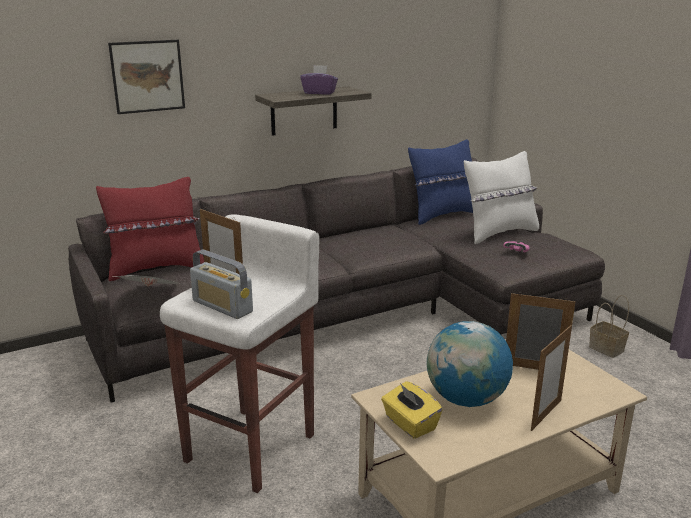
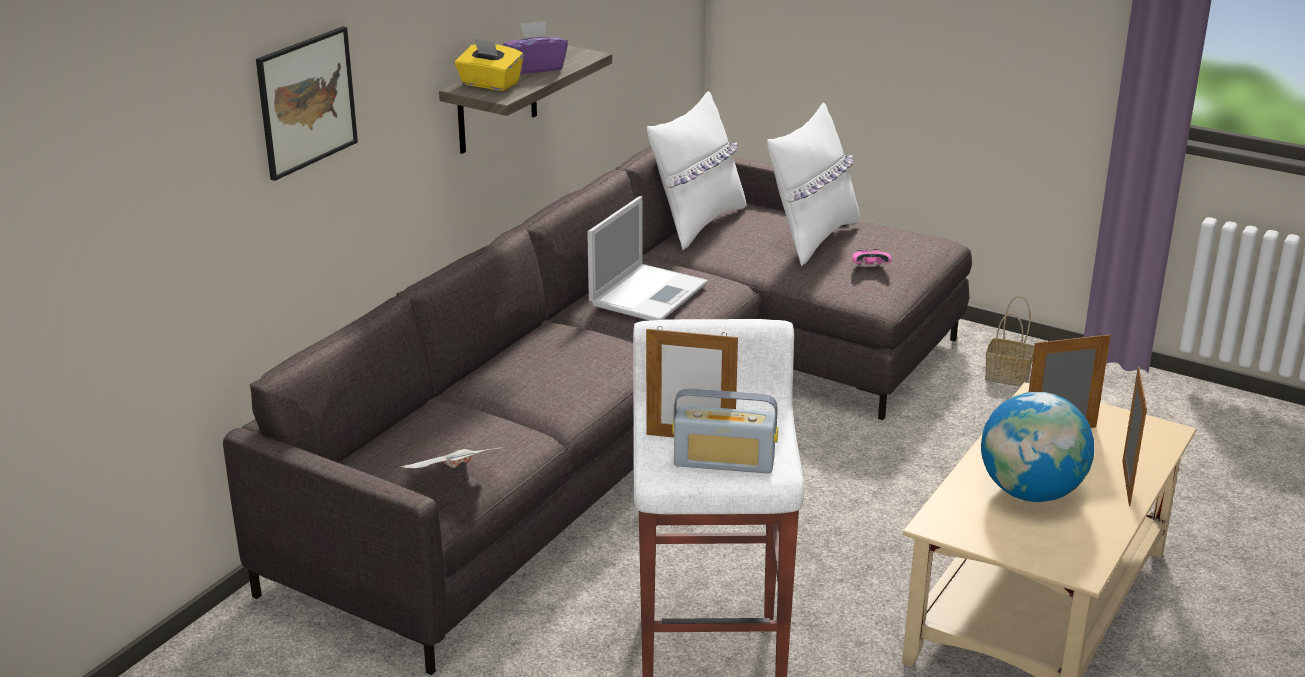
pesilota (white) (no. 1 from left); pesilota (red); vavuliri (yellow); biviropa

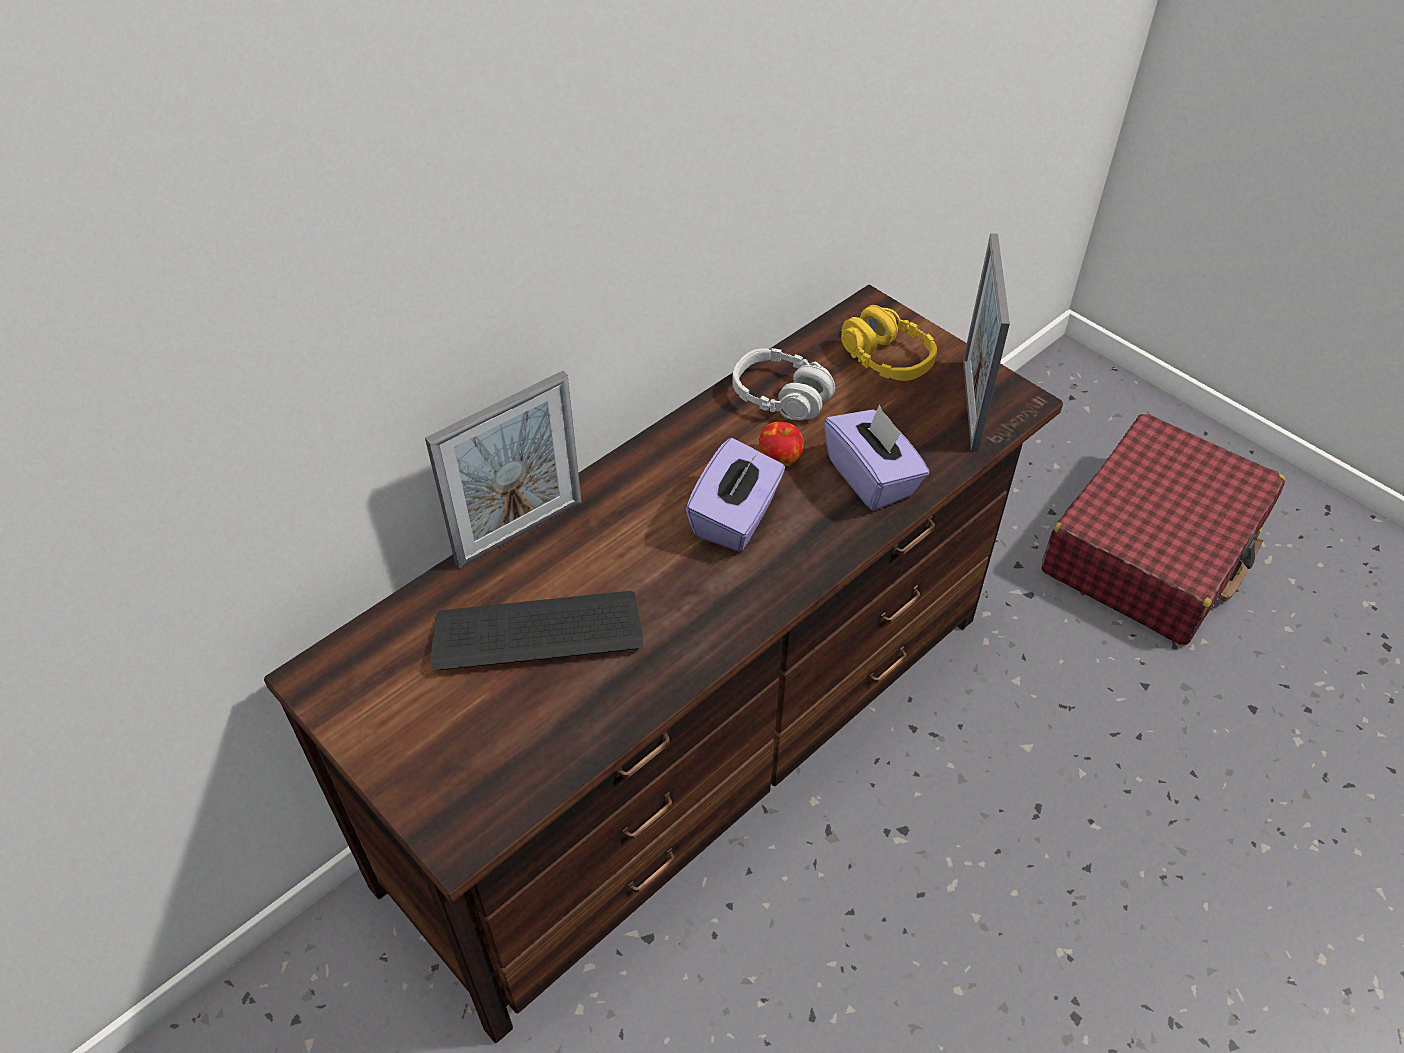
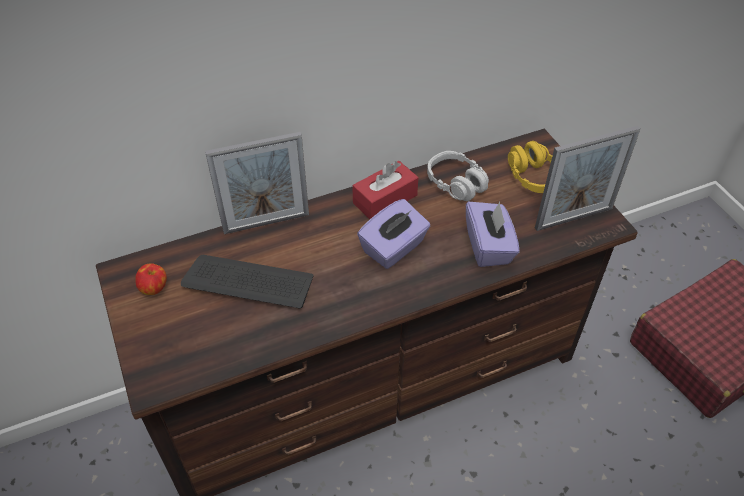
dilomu (no. 2 from left); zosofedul; vavuliri (red)

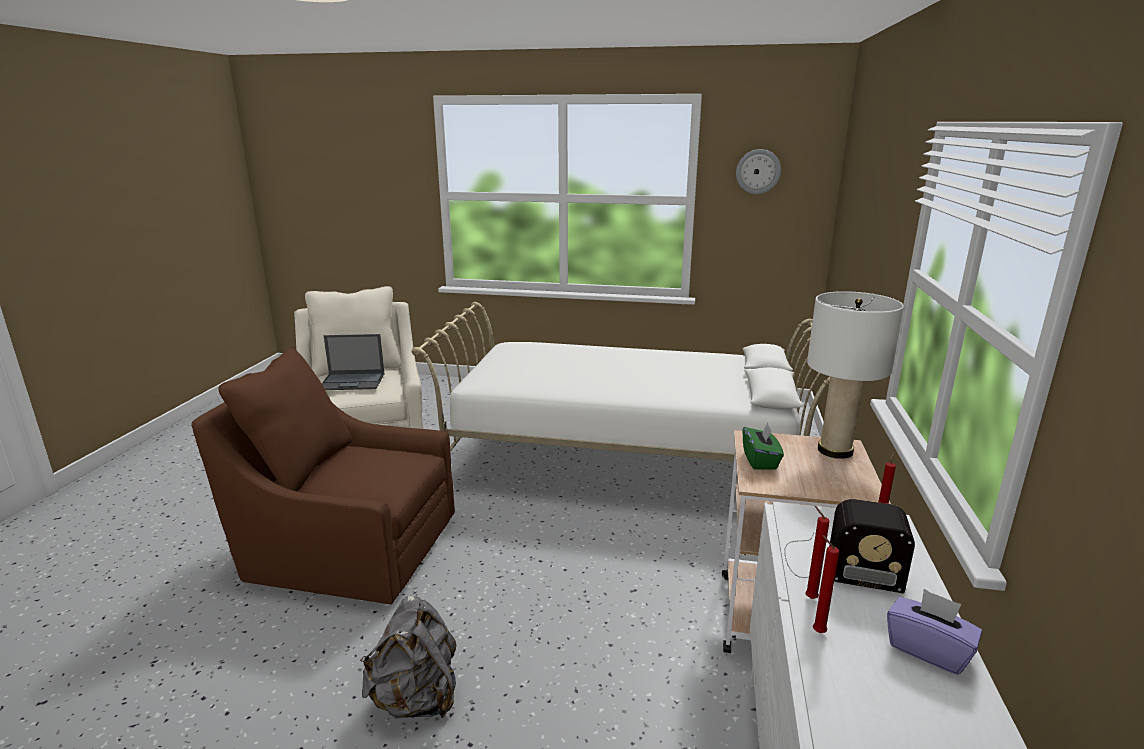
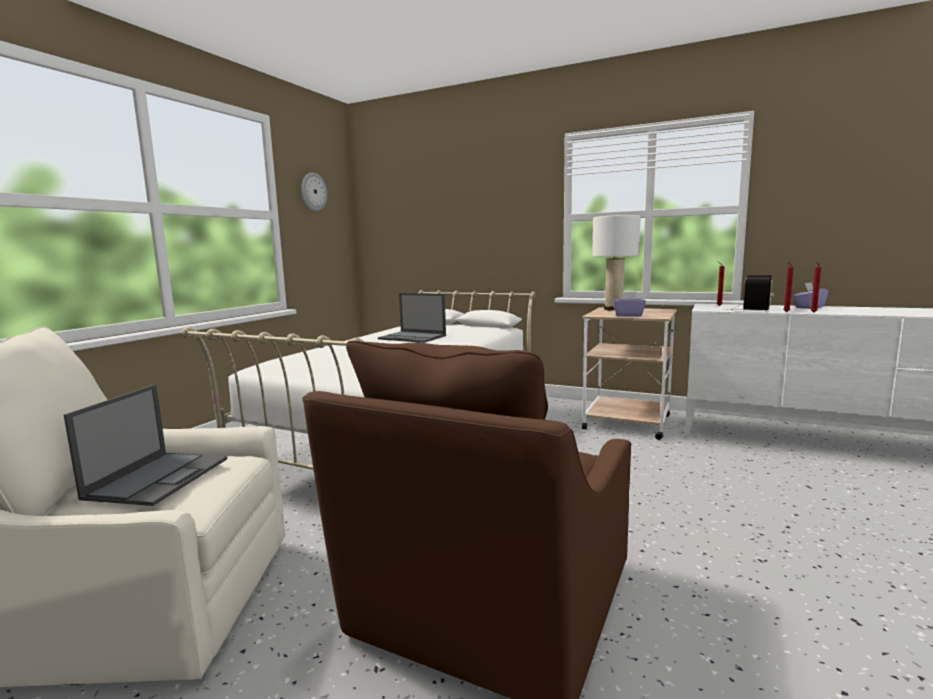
vavuliri (purple) (no. 1 from left); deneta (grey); biviropa (no. 2 from left)

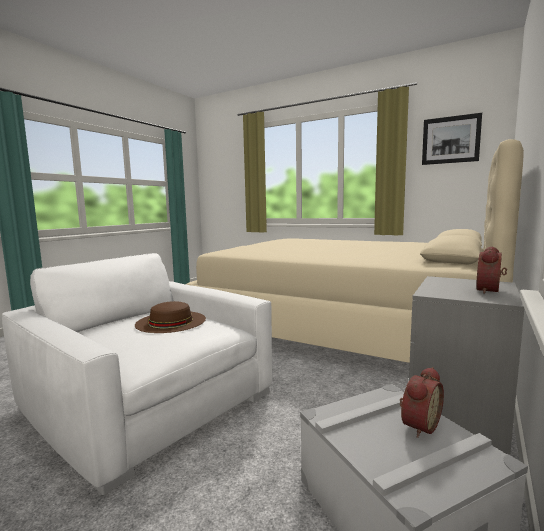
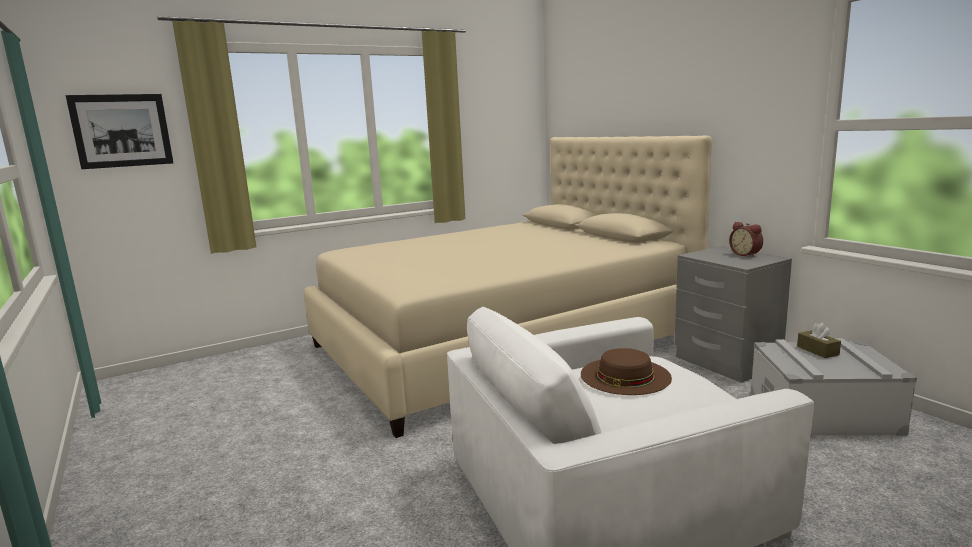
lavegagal; vavuliri (brown)

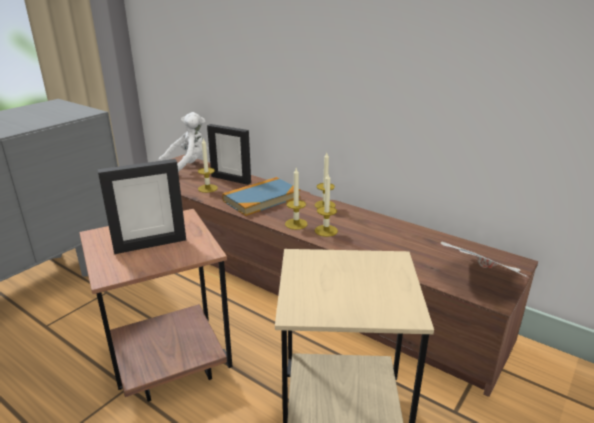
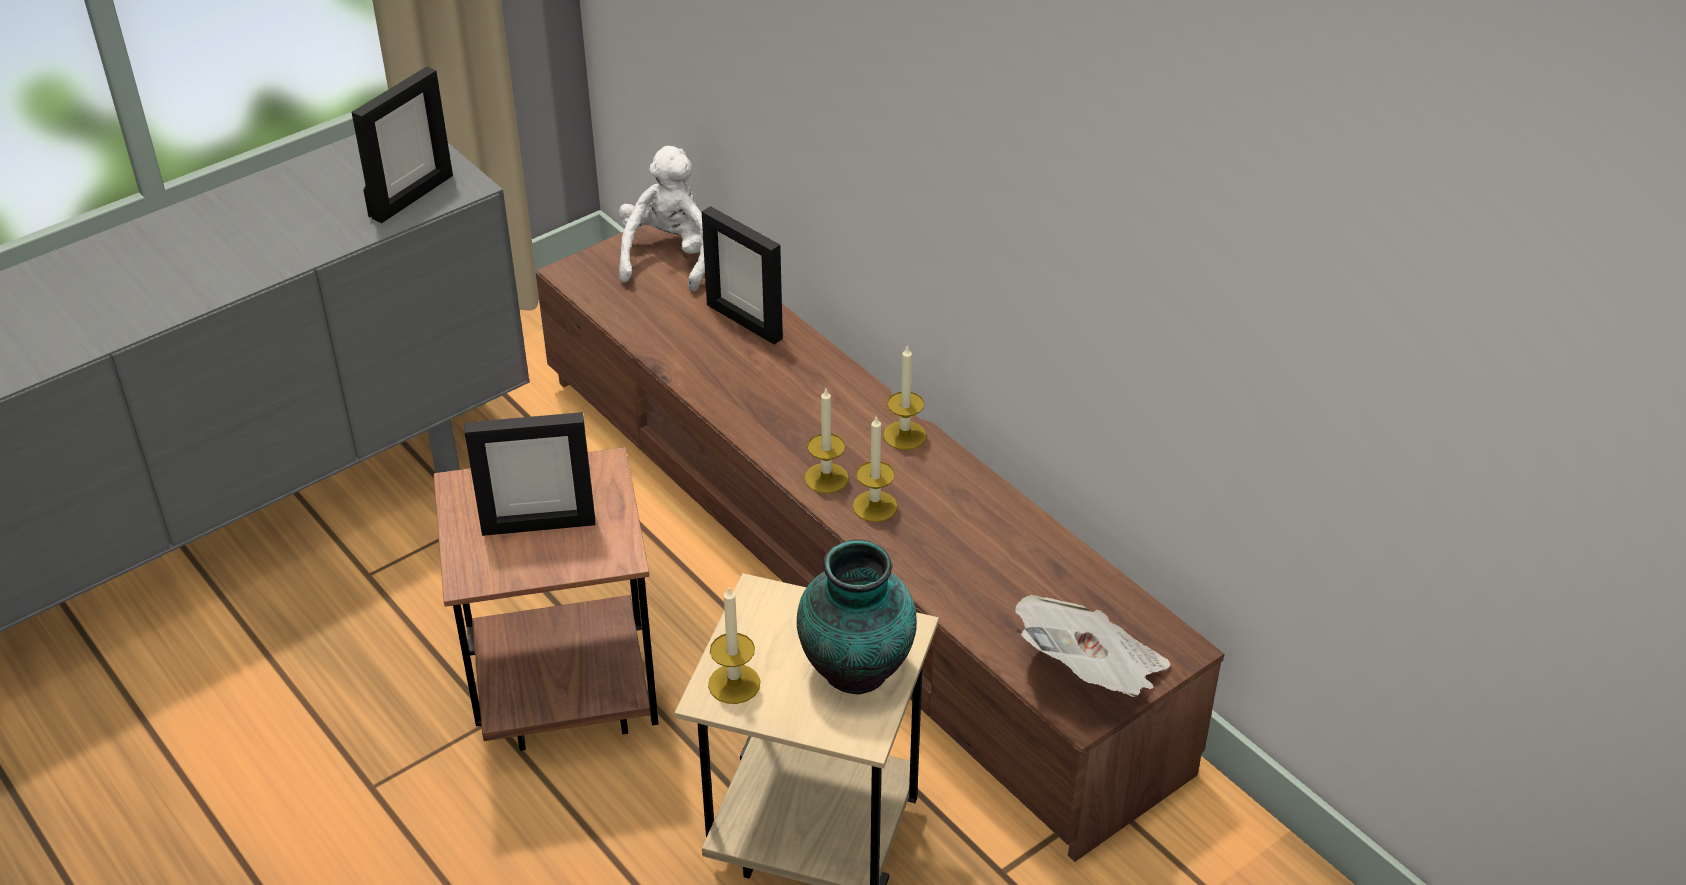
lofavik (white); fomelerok (no. 1 from left); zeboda; dilomu (no. 1 from left); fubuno

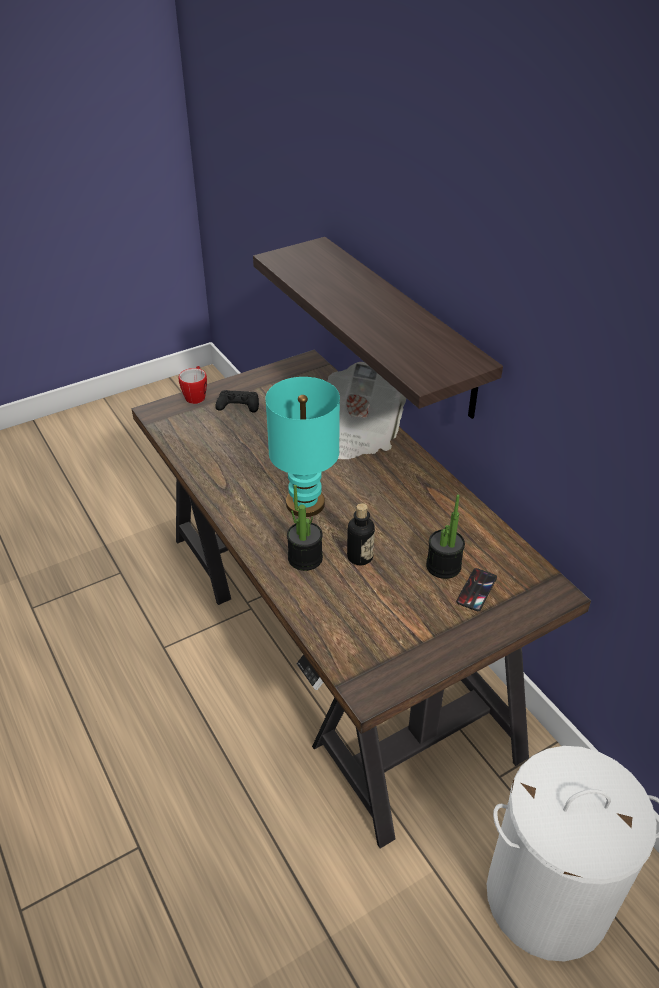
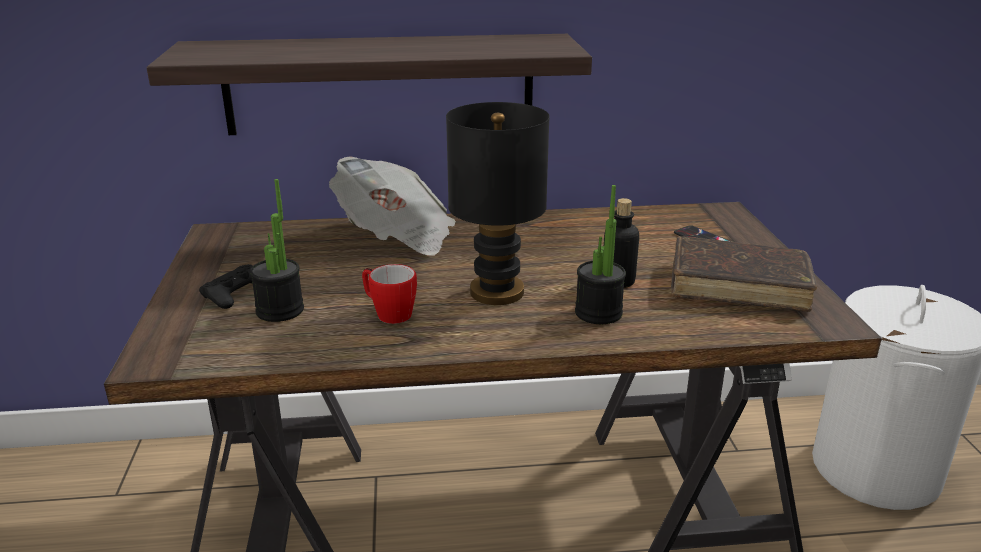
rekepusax; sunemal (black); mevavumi (no. 1 from left); zeboda (brown)

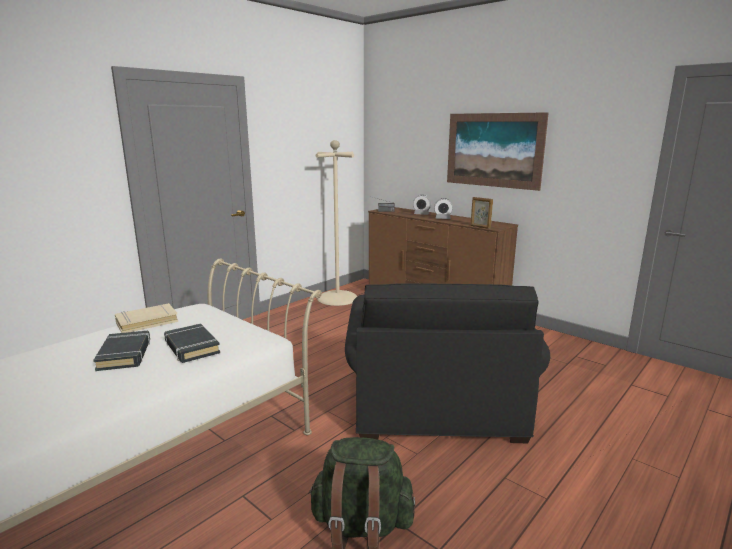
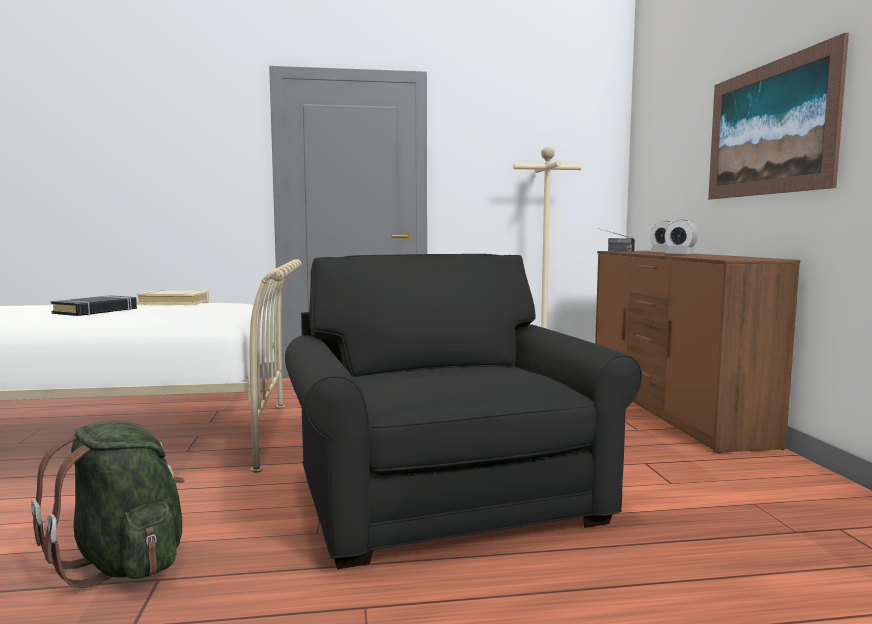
dilomu; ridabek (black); zeboda (black) (no. 2 from left in the first image)

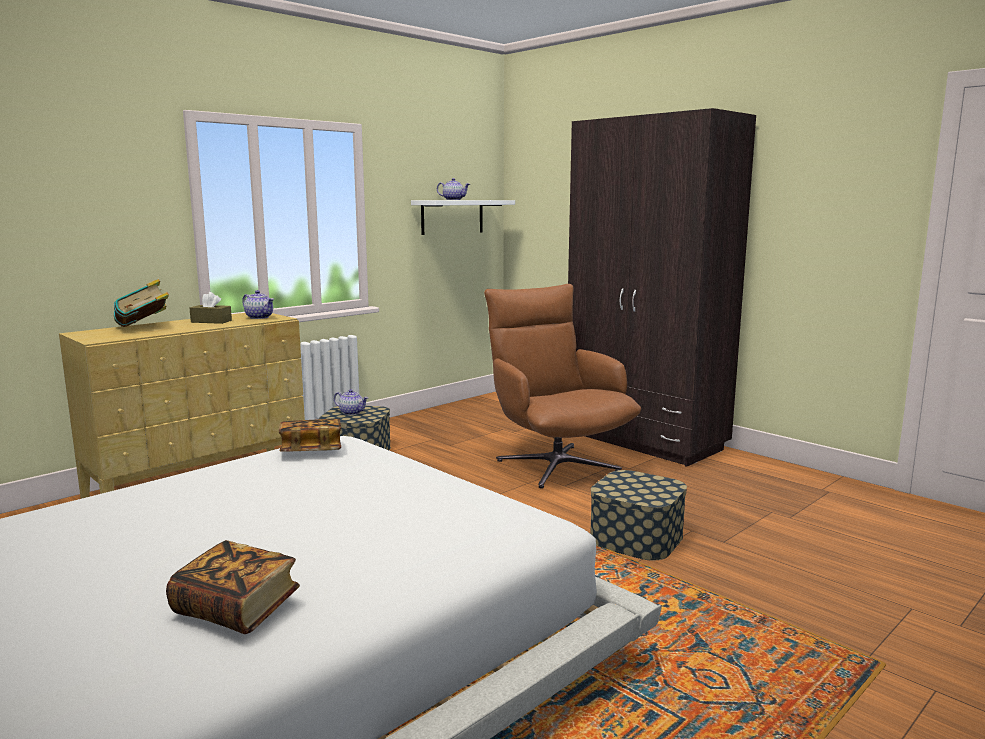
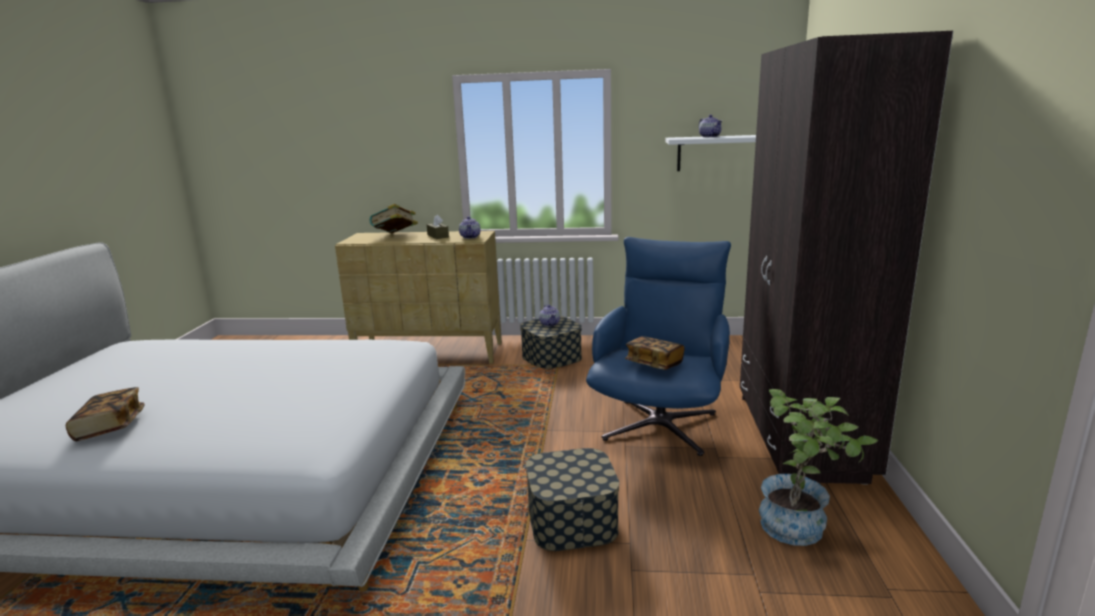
ridabek (blue); zeboda (no. 3 from left); mevavumi

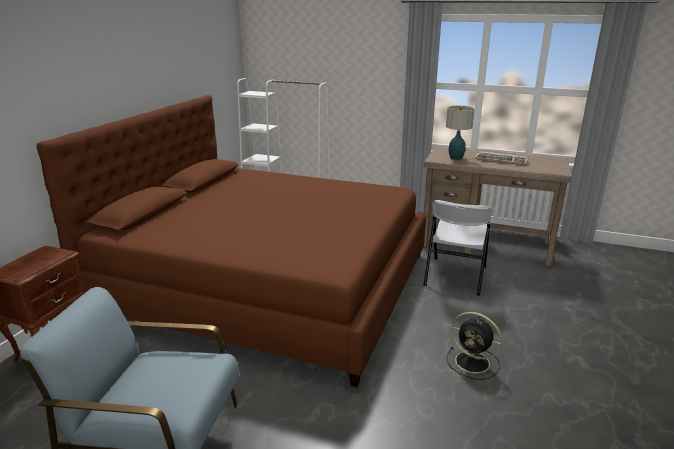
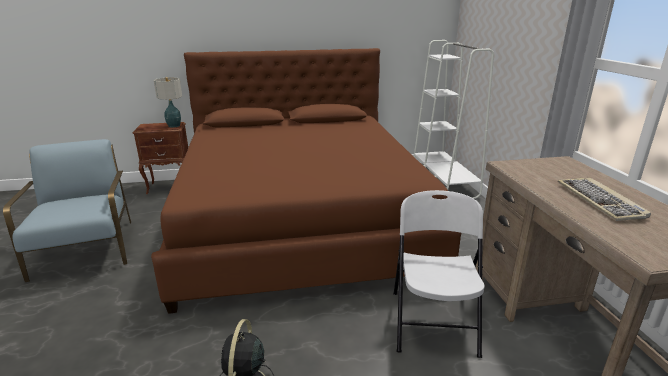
sunemal; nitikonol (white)

